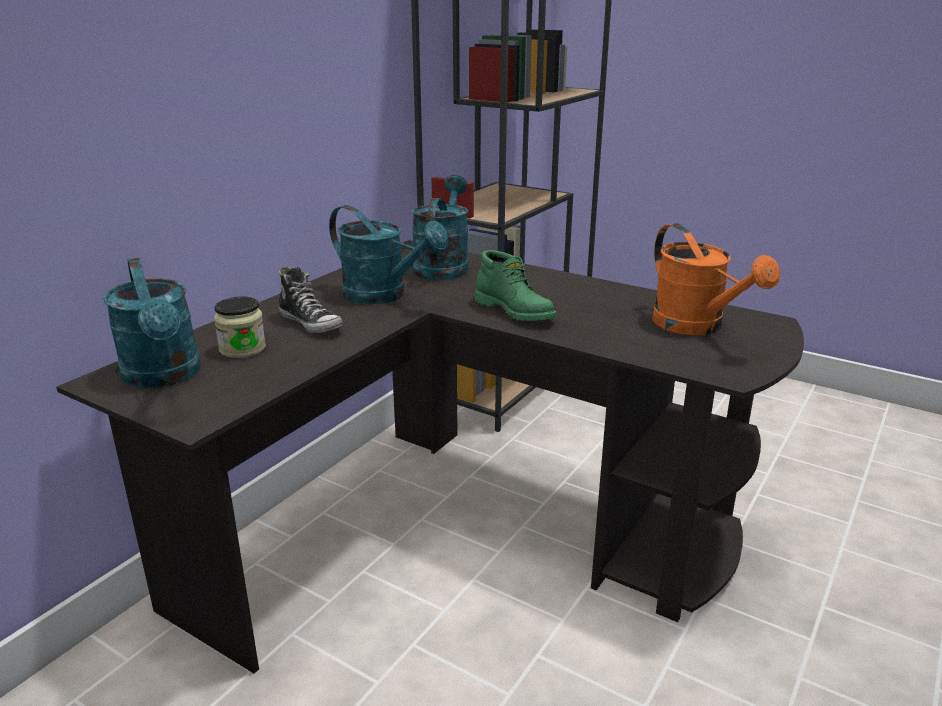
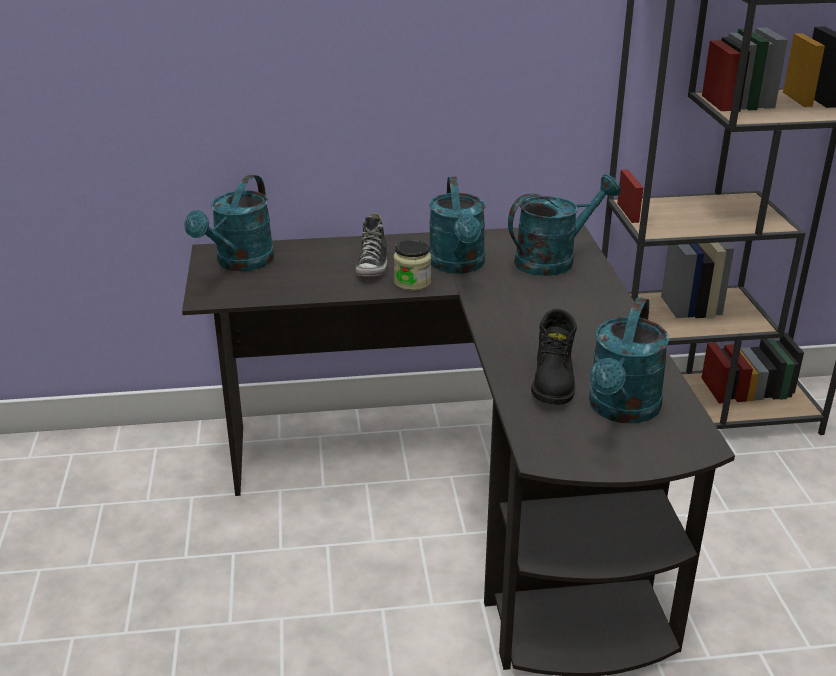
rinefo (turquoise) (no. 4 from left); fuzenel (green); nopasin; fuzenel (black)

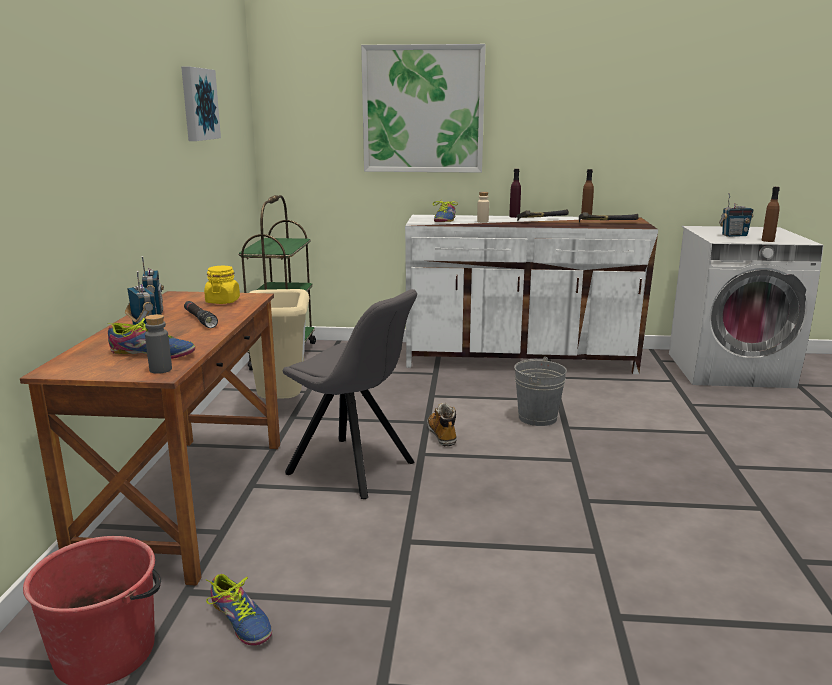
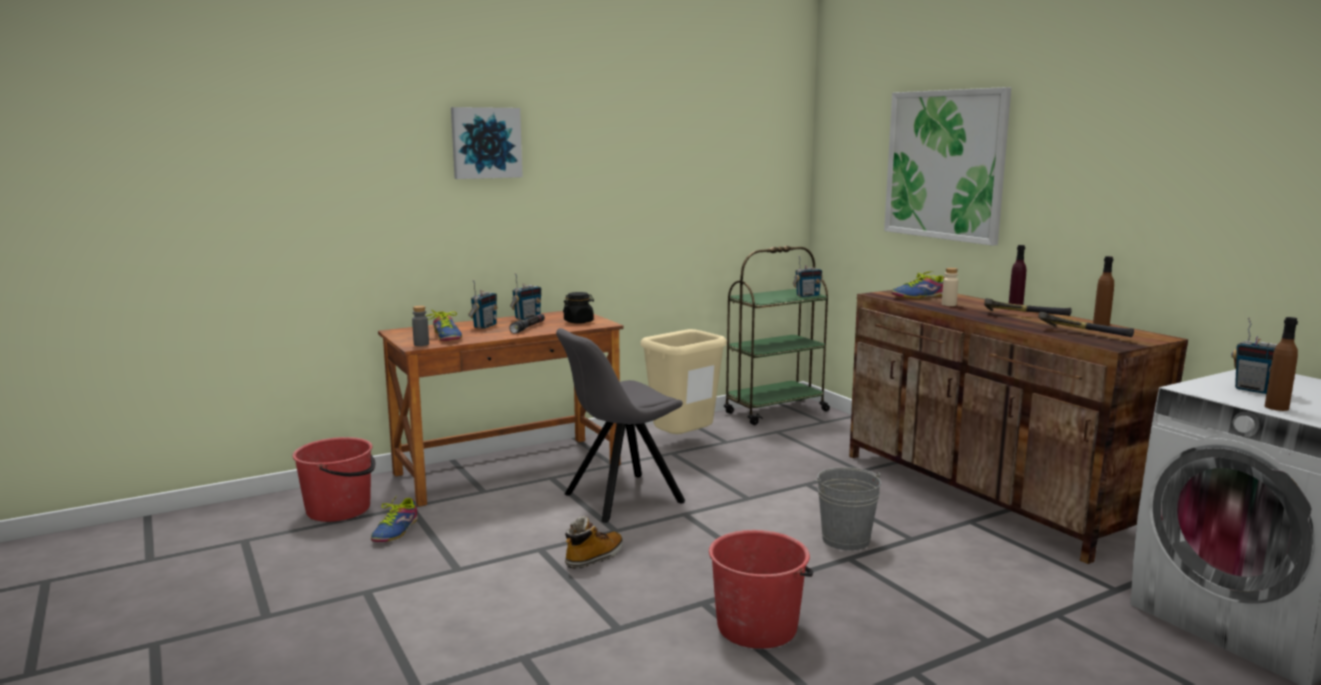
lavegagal (no. 1 from left); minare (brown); nopasin (black); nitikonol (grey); fuzenel; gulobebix (no. 3 from left); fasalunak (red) (no. 2 from left)

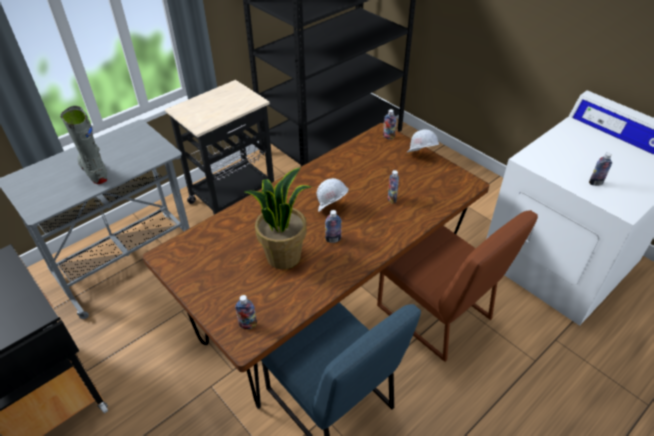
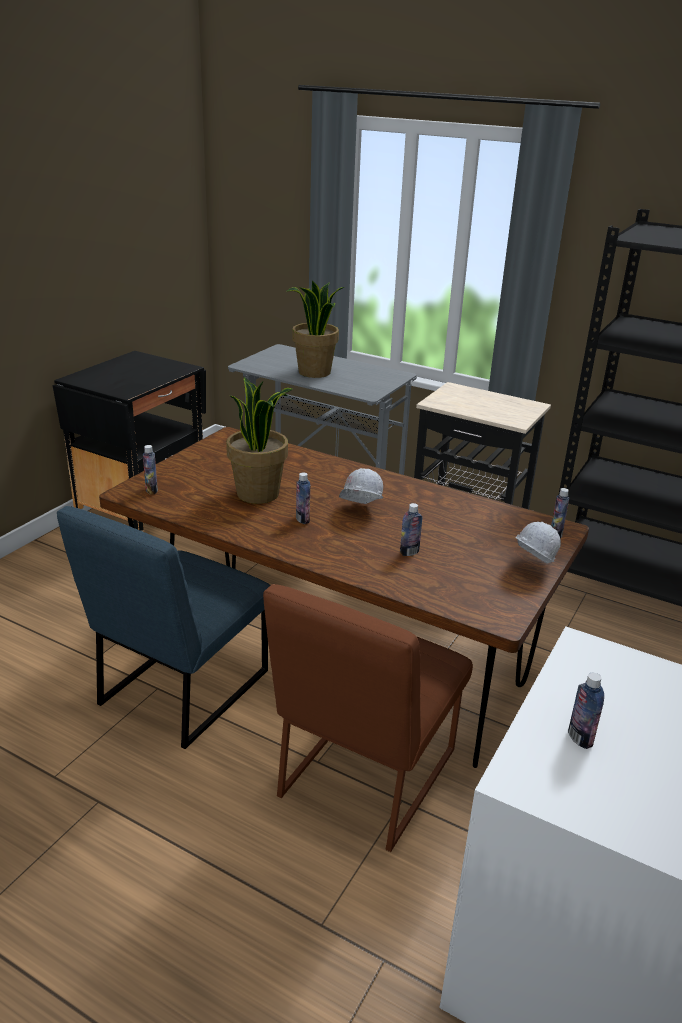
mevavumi (no. 2 from left)

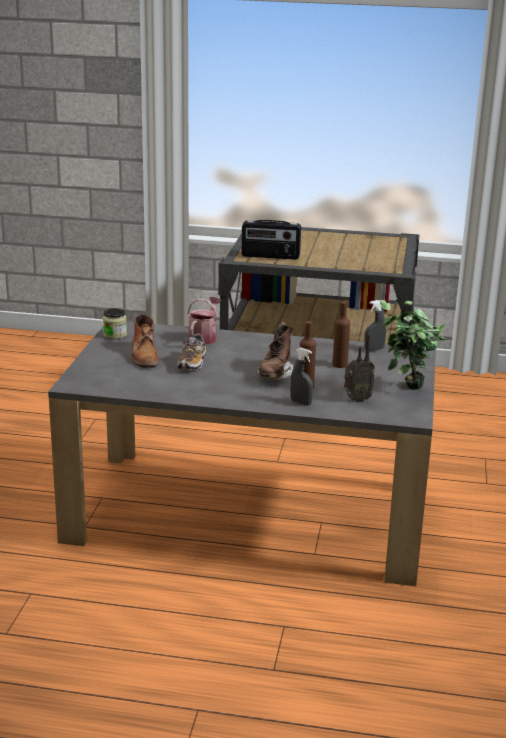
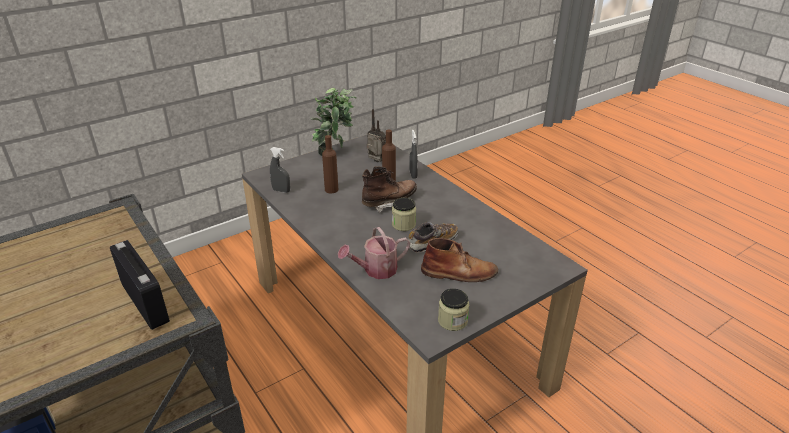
fuzenel (brown) (no. 2 from left); nopasin (no. 1 from left)

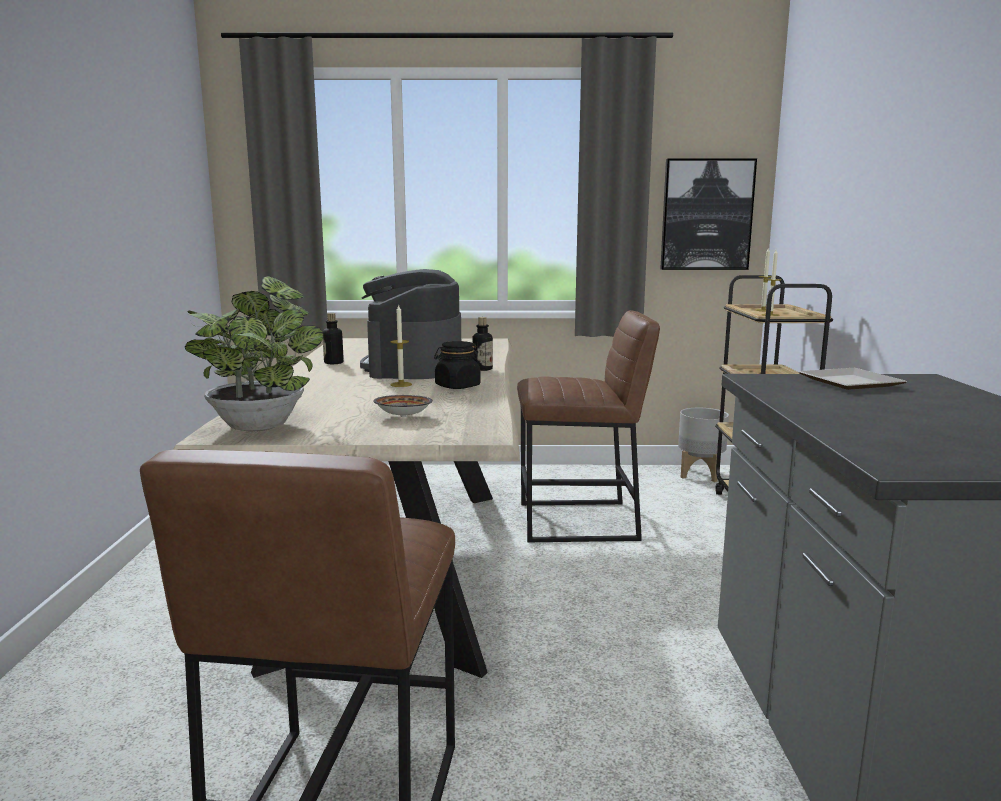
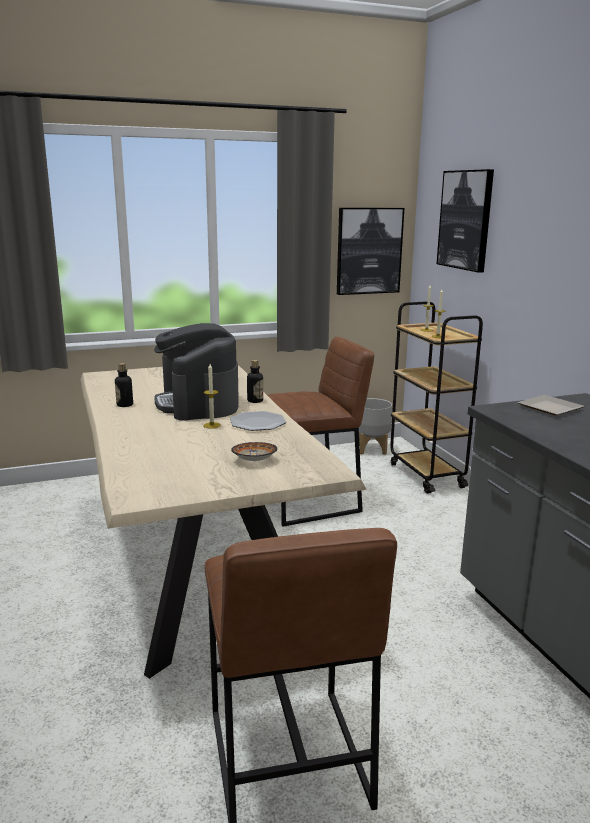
mevavumi; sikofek (no. 1 from left); lavegagal (no. 2 from left)

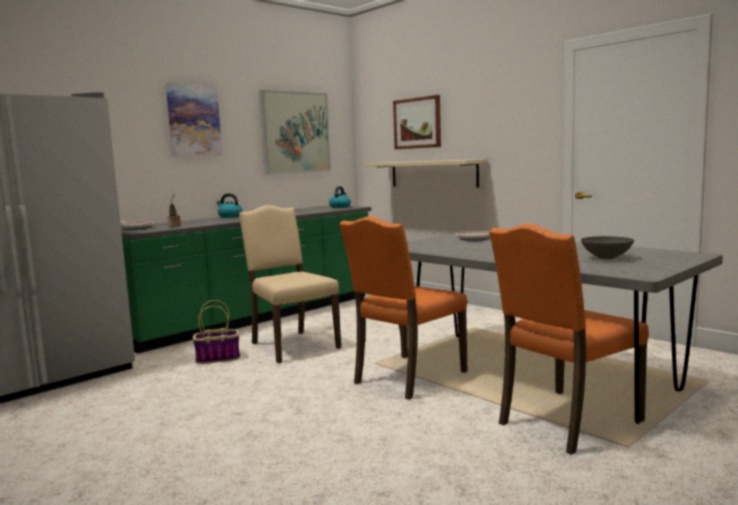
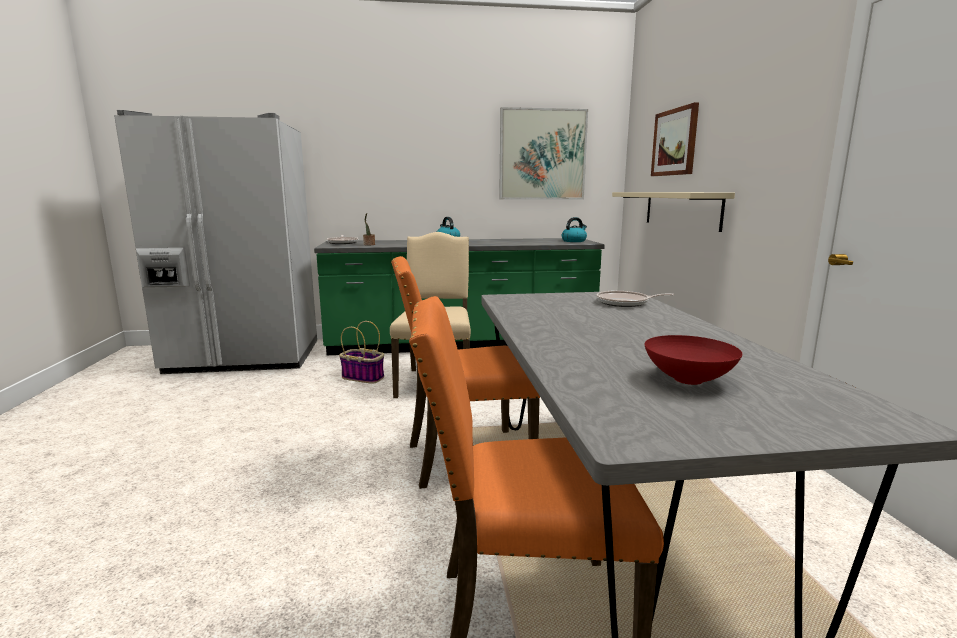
lavegagal (no. 1 from left in the first image); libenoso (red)

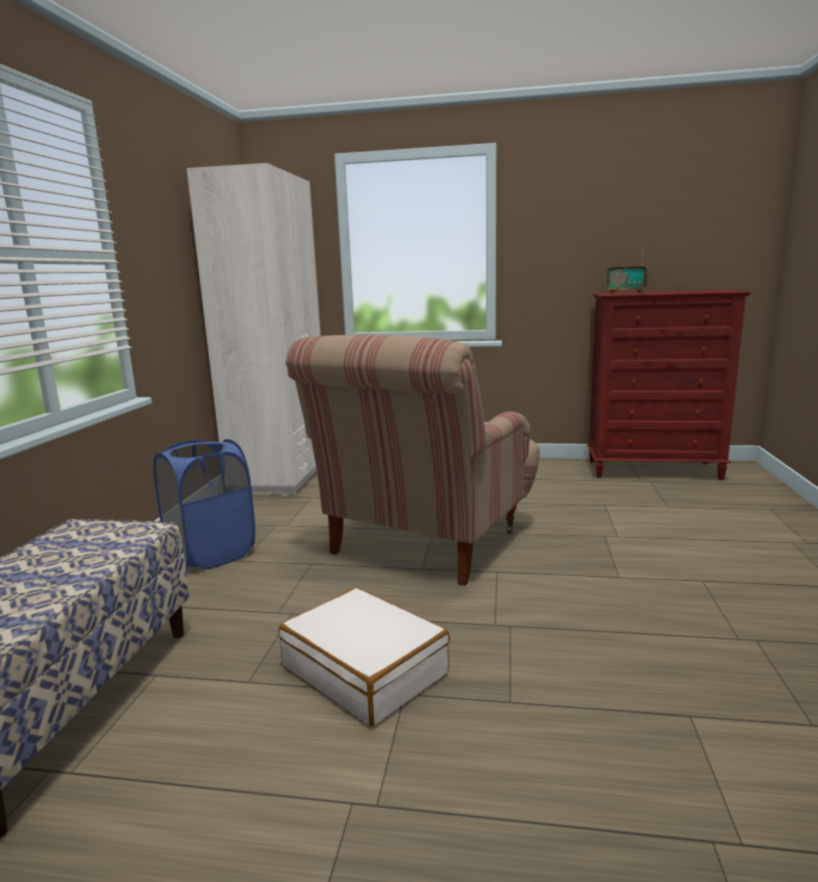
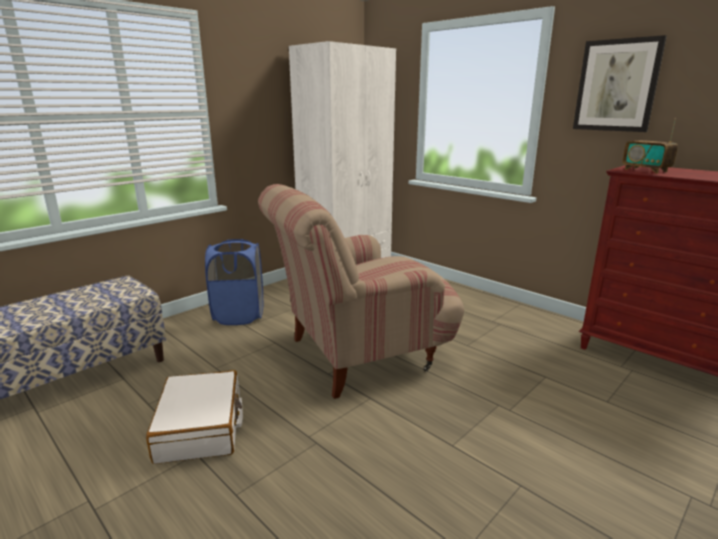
lavegagal

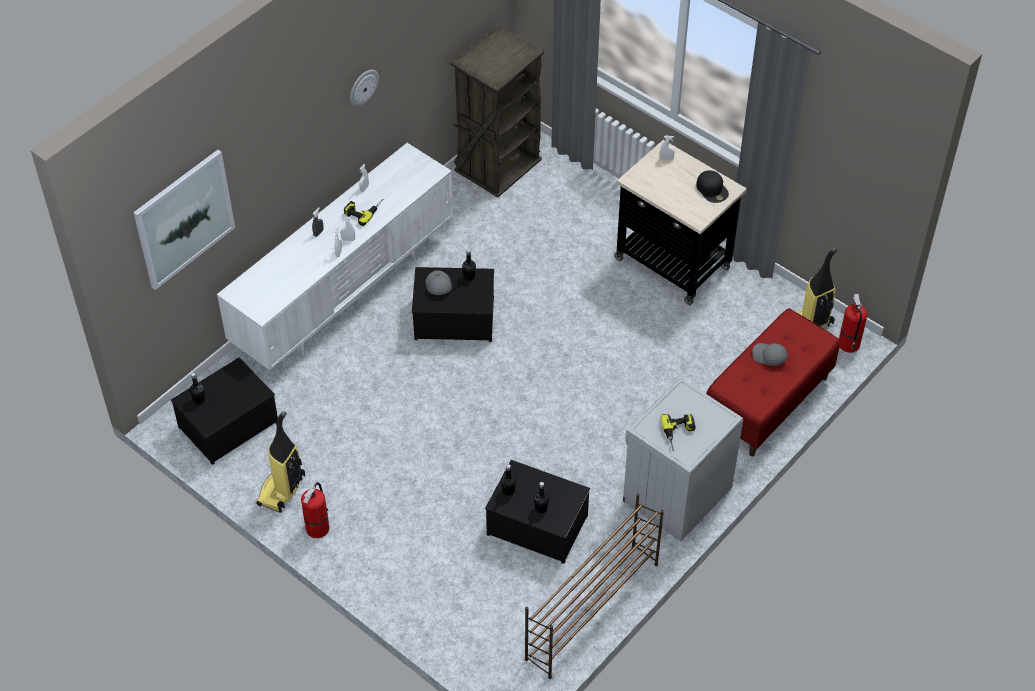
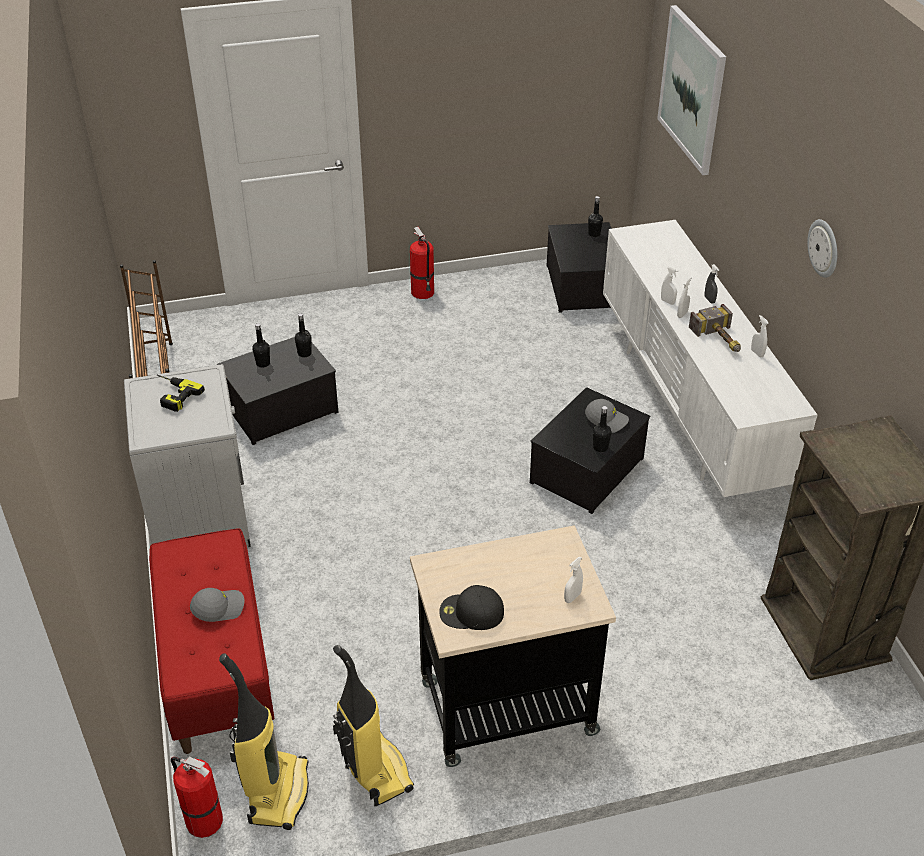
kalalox; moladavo (no. 2 from left)

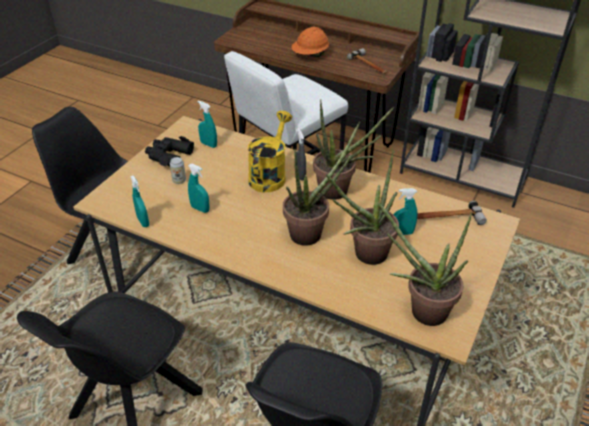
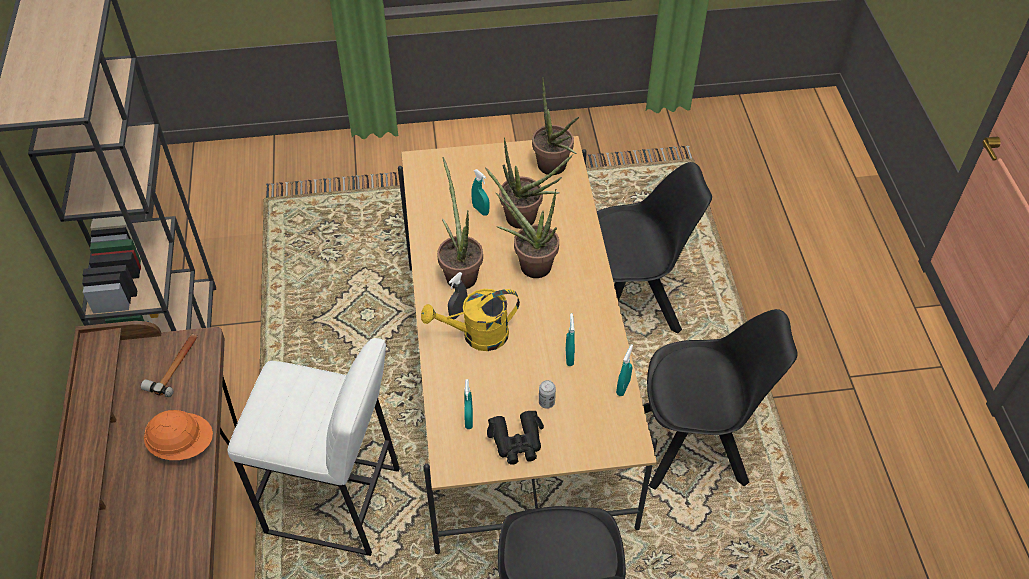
kalalox (no. 2 from left in the first image)

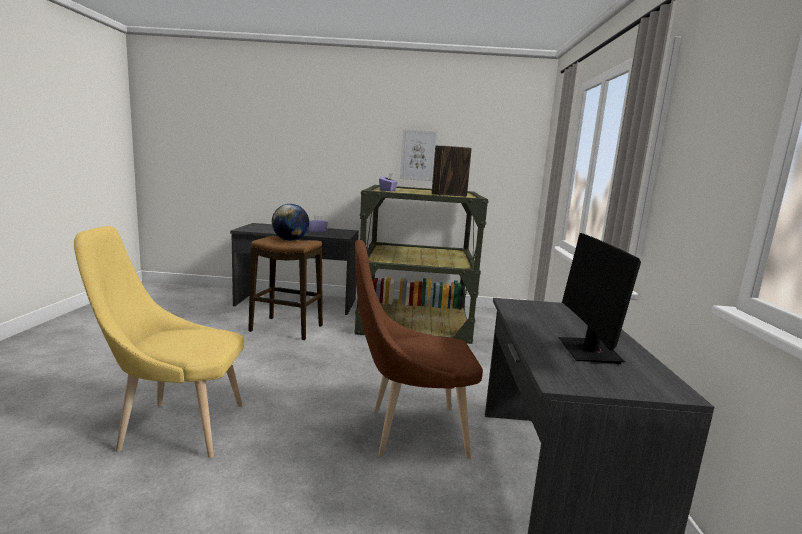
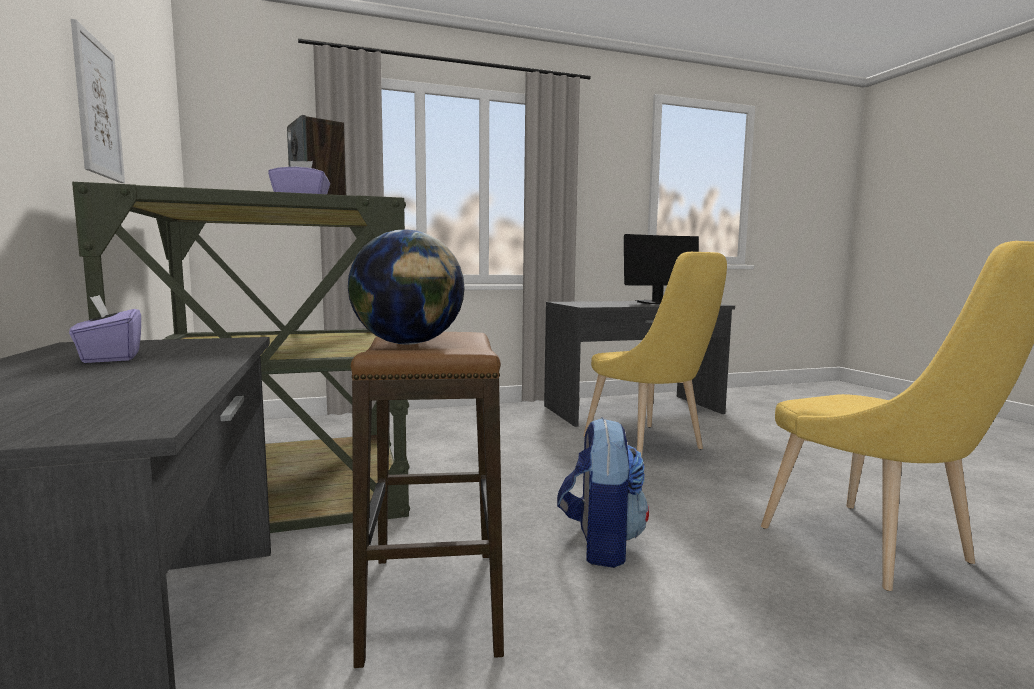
nitikonol (yellow) (no. 1 from left); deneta

